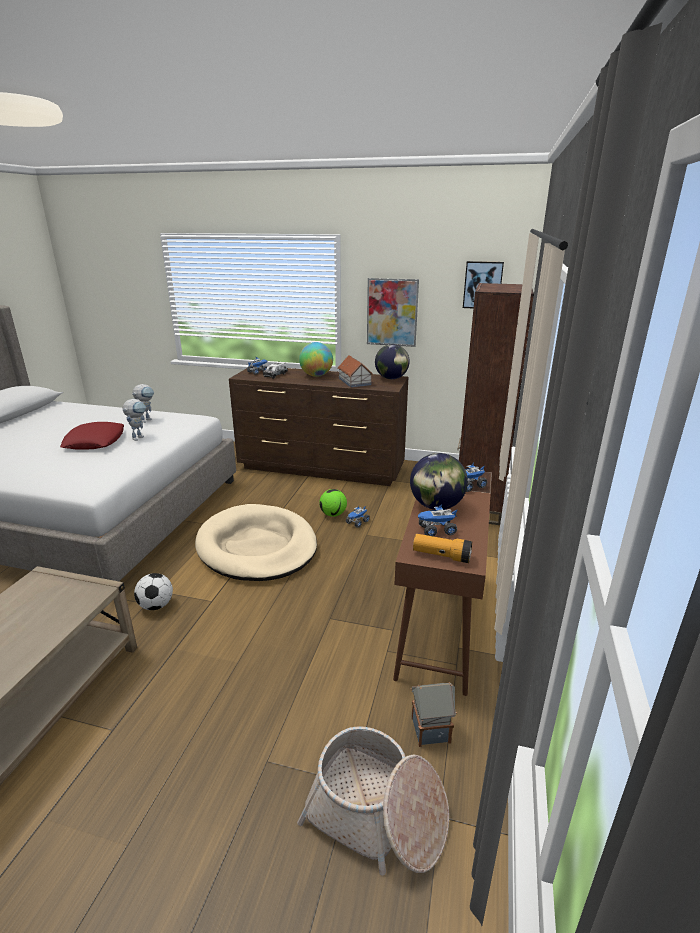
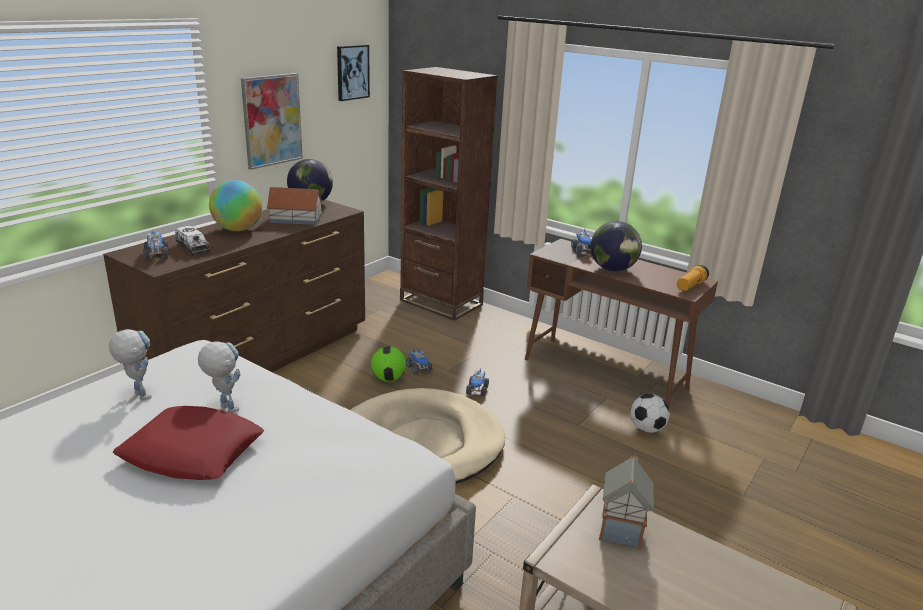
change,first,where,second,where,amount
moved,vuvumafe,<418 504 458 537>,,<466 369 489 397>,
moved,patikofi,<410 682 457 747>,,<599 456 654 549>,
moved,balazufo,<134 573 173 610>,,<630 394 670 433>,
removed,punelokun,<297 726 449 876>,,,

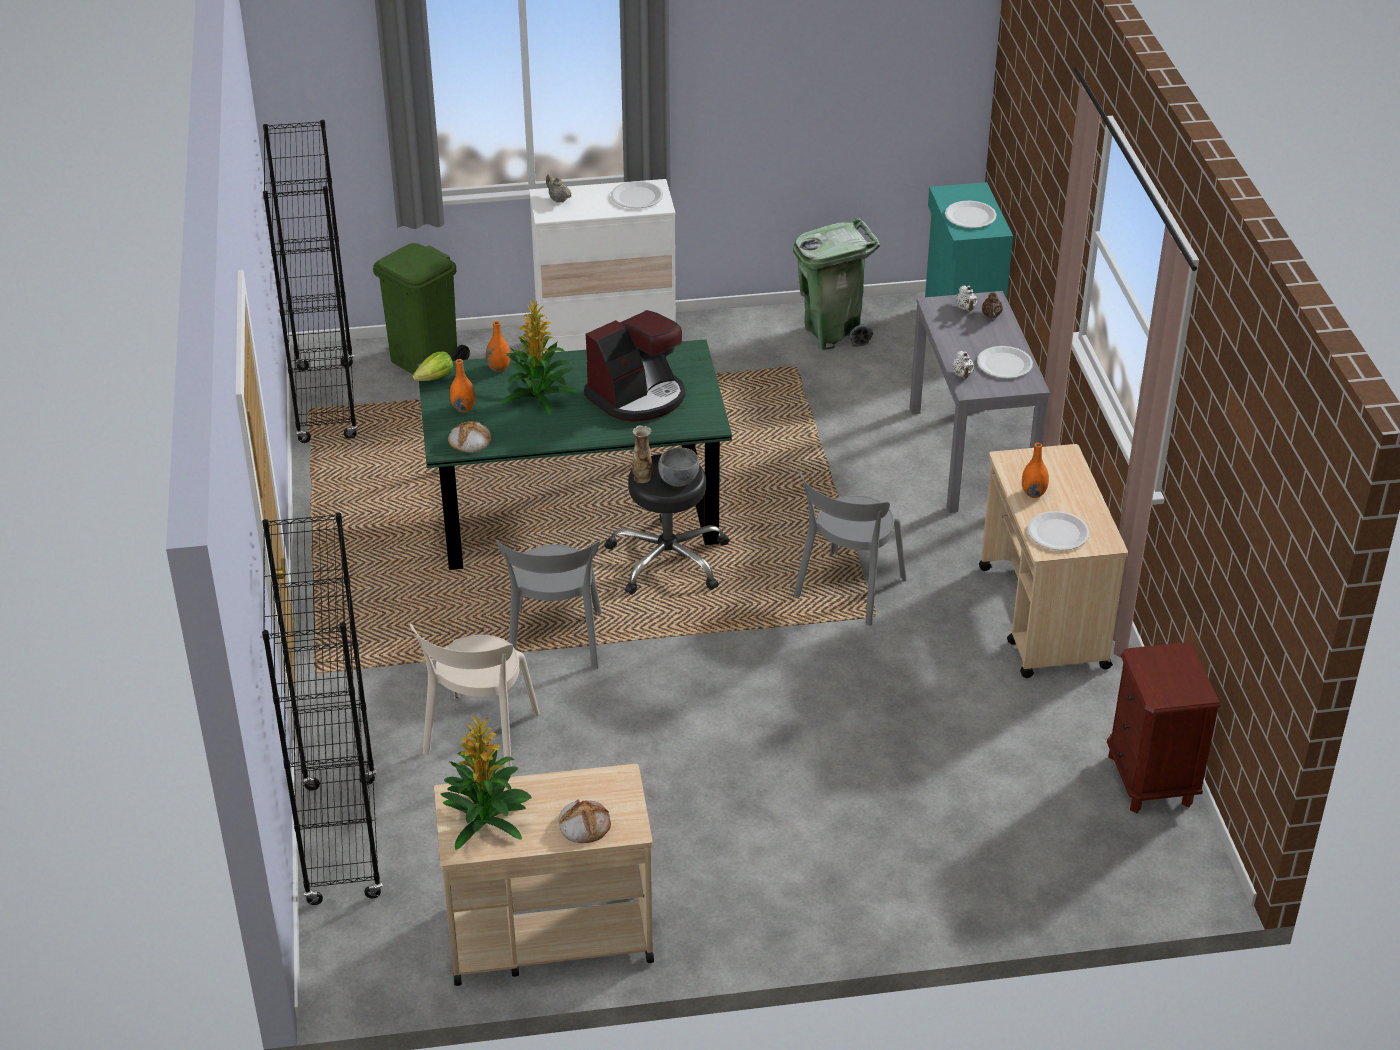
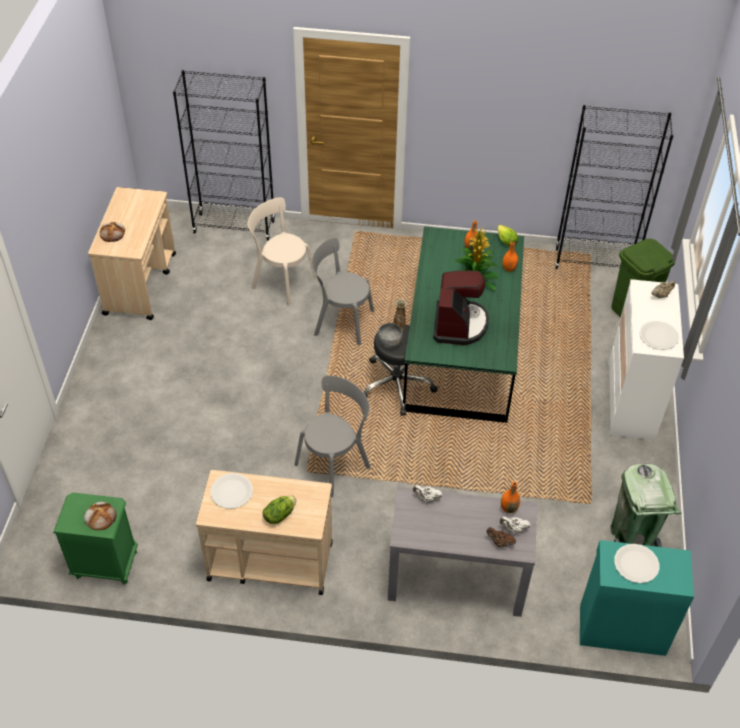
change,first,where,second,where,amount
recoloured,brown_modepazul,<1107 642 1220 813>,green_modepazul,<53 492 138 585>,
moved,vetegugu,<448 421 491 453>,,<84 502 117 530>,
added,,,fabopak,<262 495 296 524>,
turned,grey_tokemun,<794 471 907 626>,,<295 375 371 498>,90 degrees clockwise
turned,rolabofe,<584 310 686 422>,,<433 271 489 345>,150 degrees counterclockwise
moved,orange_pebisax,<1022 443 1049 498>,,<501 482 520 513>,
removed,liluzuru,<440 715 532 850>,,,
removed,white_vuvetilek,<977 346 1033 378>,,,

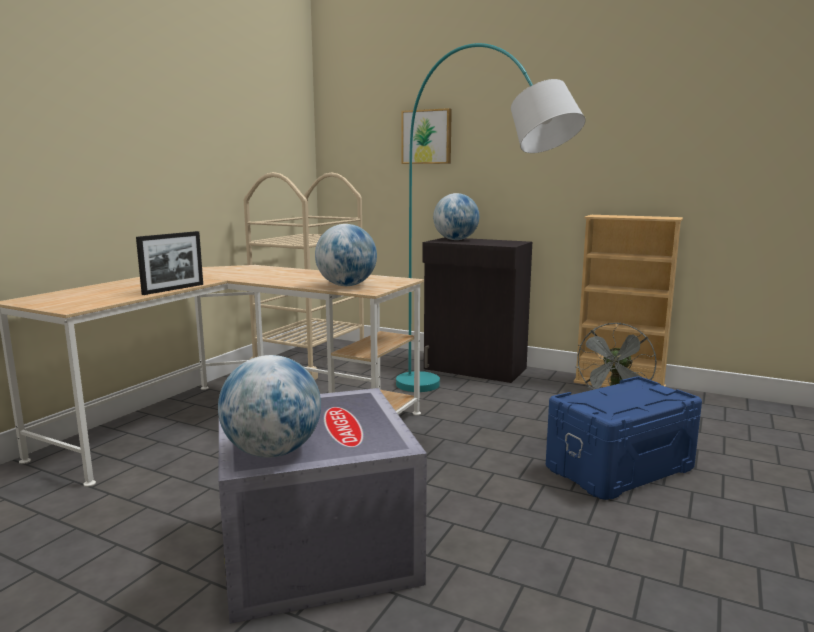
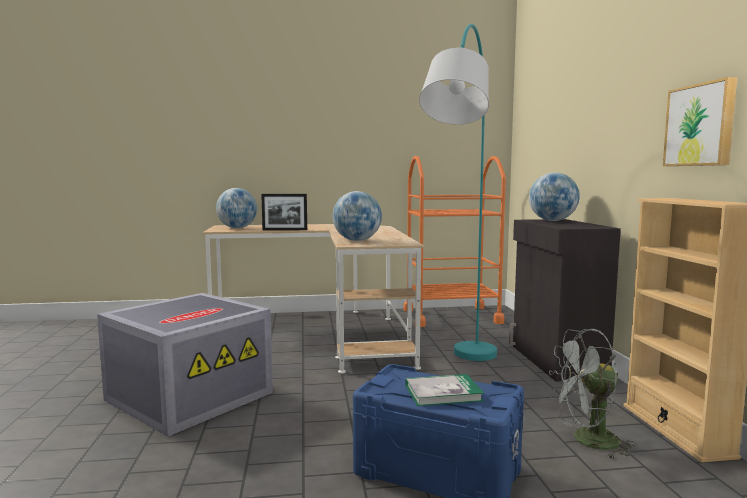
change,first,where,second,where,amount
moved,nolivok,<218 355 321 458>,,<216 188 257 228>,
recoloured,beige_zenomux,<244 172 364 380>,orange_zenomux,<404 156 506 327>,
added,,,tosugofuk,<405 374 484 406>,
moved,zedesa,<402 108 452 164>,,<663 77 737 166>,

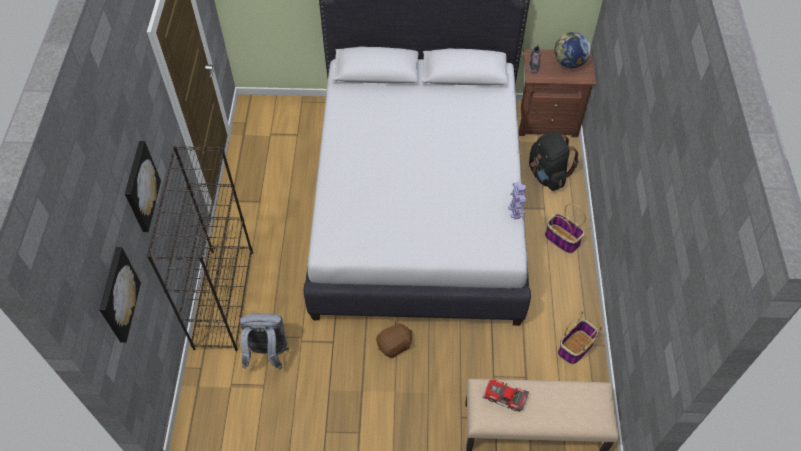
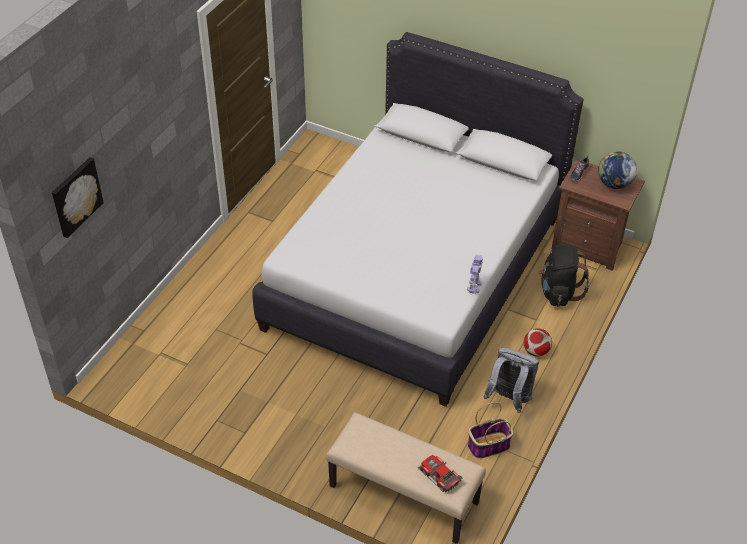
change,first,where,second,where,amount
moved,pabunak,<482 380 529 412>,,<418 455 463 492>,
moved,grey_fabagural,<240 313 289 370>,,<484 348 539 413>,
replaced,punelokun,<545 203 586 253>,balazufo,<524 328 552 357>,
removed,zedesa,<125 141 161 232>,,,
removed,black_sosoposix,<147 146 253 351>,,,
removed,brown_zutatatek,<376 320 412 358>,,,

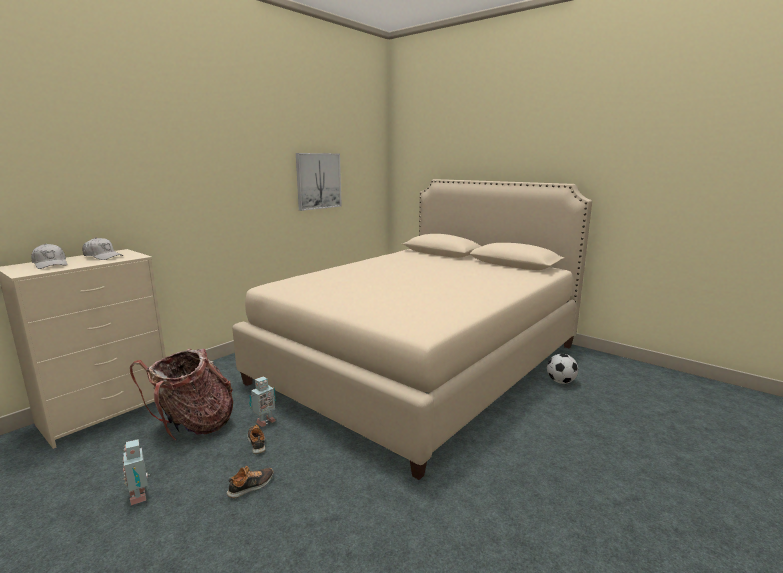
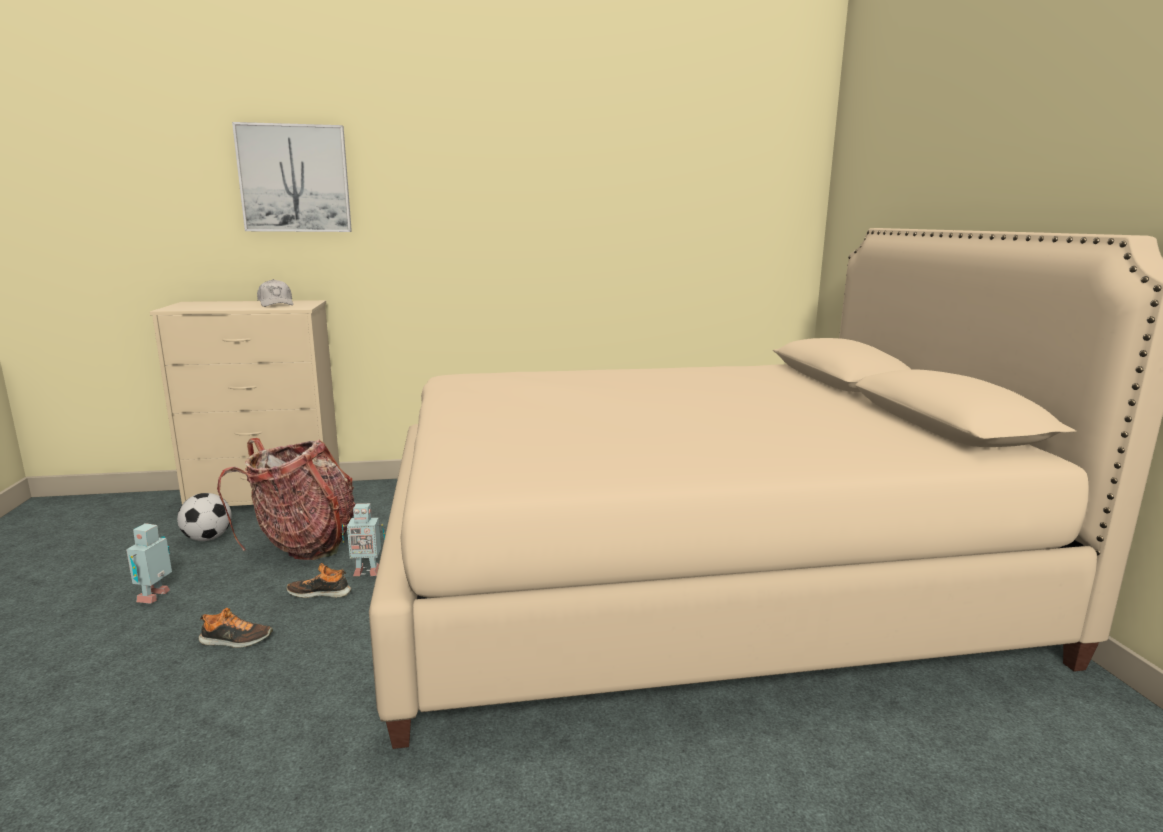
change,first,where,second,where,amount
moved,balazufo,<547 354 578 384>,,<177 493 232 541>,
moved,zedesa,<296 153 342 211>,,<232 122 352 232>,
turned,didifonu,<247 425 266 454>,,<286 563 351 598>,105 degrees counterclockwise
removed,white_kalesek,<31 244 68 269>,,,

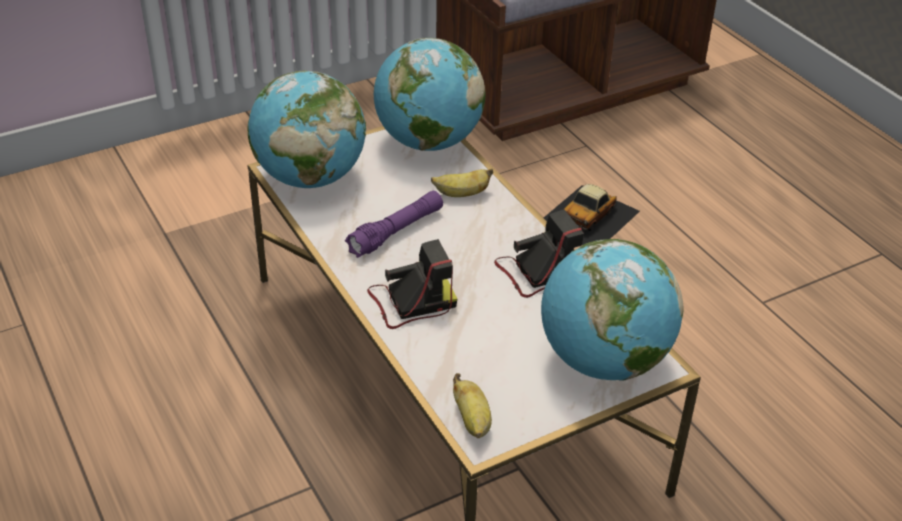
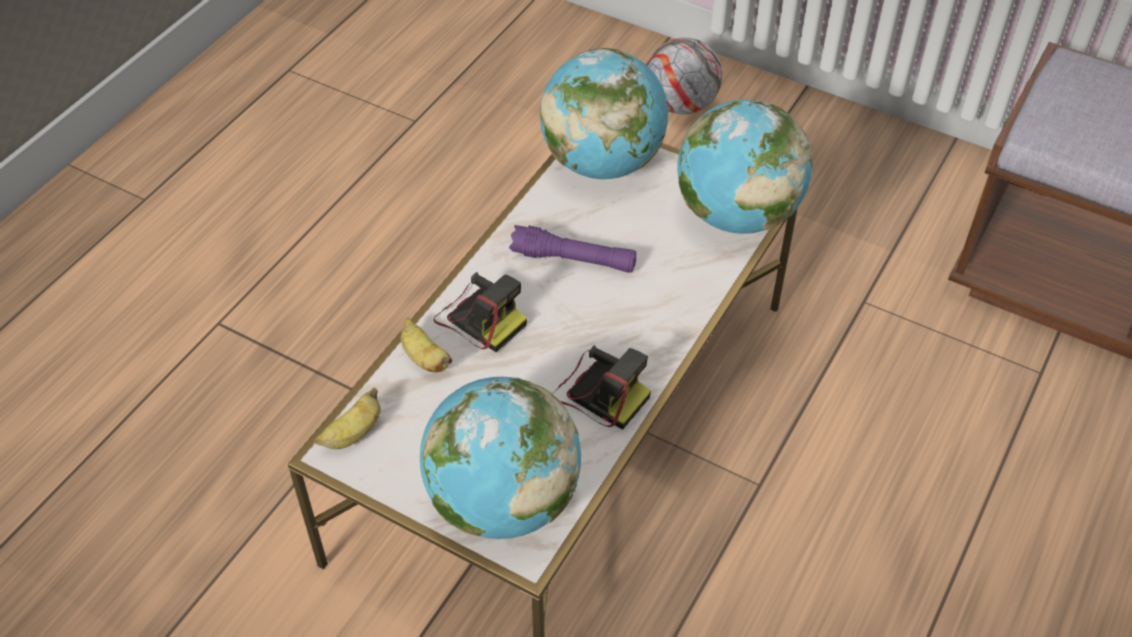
change,first,where,second,where,amount
moved,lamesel,<431 168 493 197>,,<401 318 452 372>,
added,,,balazufo,<648 37 722 115>,
removed,pabunak,<544 184 640 245>,,,

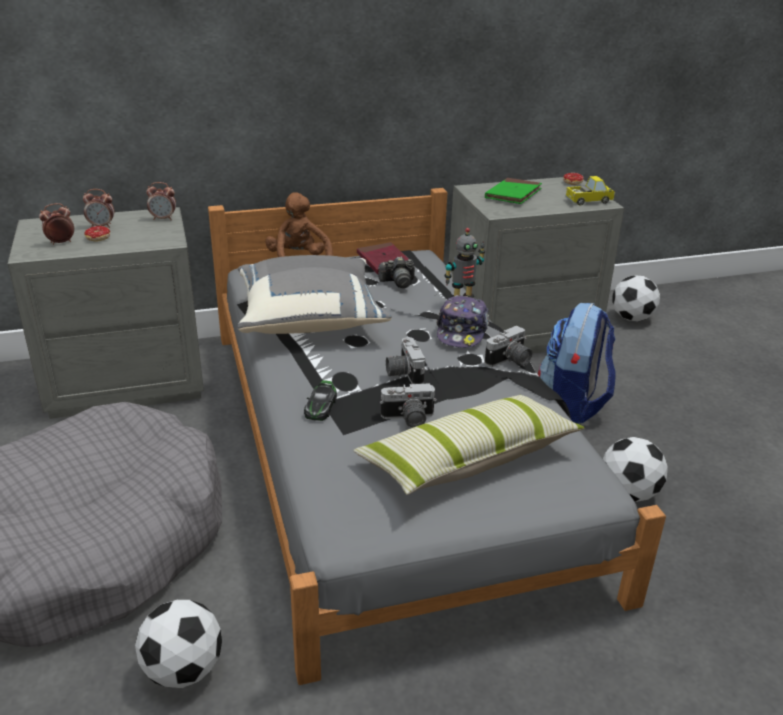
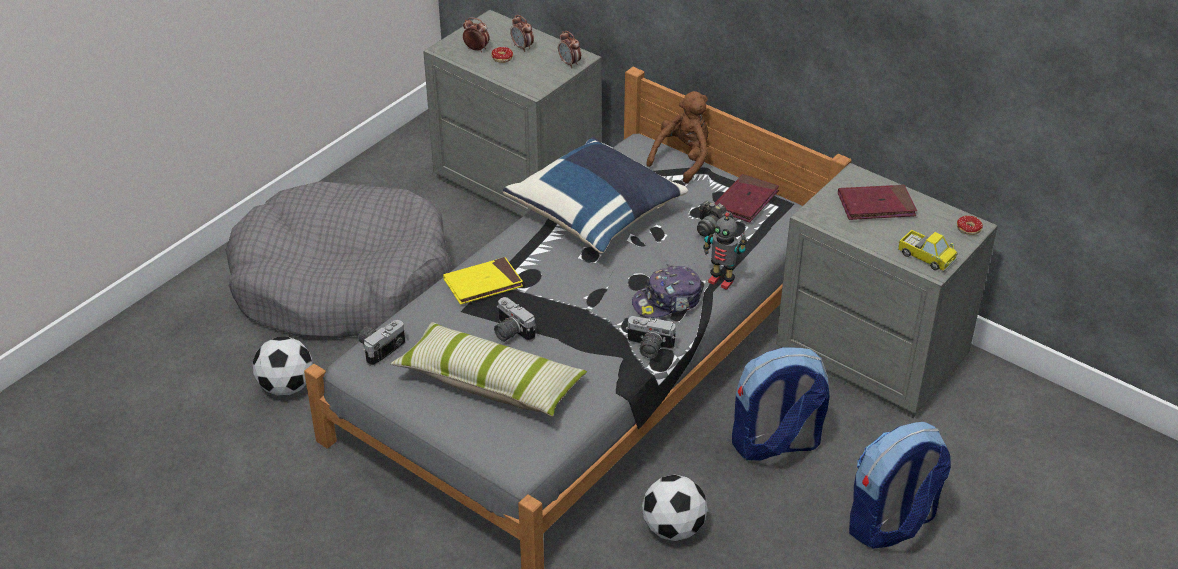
change,first,where,second,where,amount
moved,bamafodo,<386 337 425 384>,,<358 320 405 366>,
replaced,pabunak,<304 380 337 421>,yellow_tosugofuk,<443 257 523 305>,
recoloured,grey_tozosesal,<238 255 392 334>,blue_tozosesal,<503 137 688 253>,
recoloured,green_tosugofuk,<485 178 542 204>,red_tosugofuk,<838 185 917 220>,
added,,,fabagural,<849 422 951 549>,
removed,balazufo,<612 275 660 321>,,,

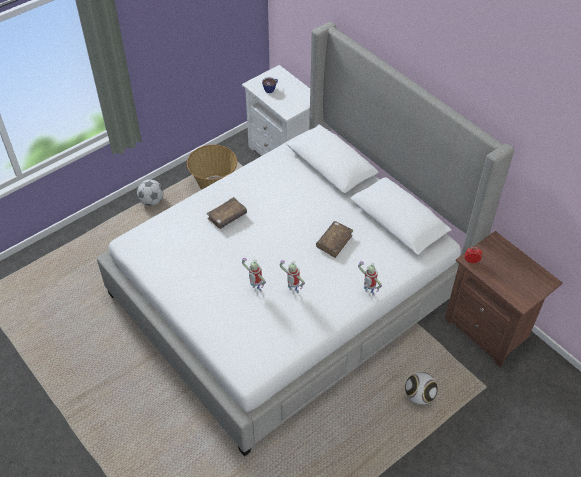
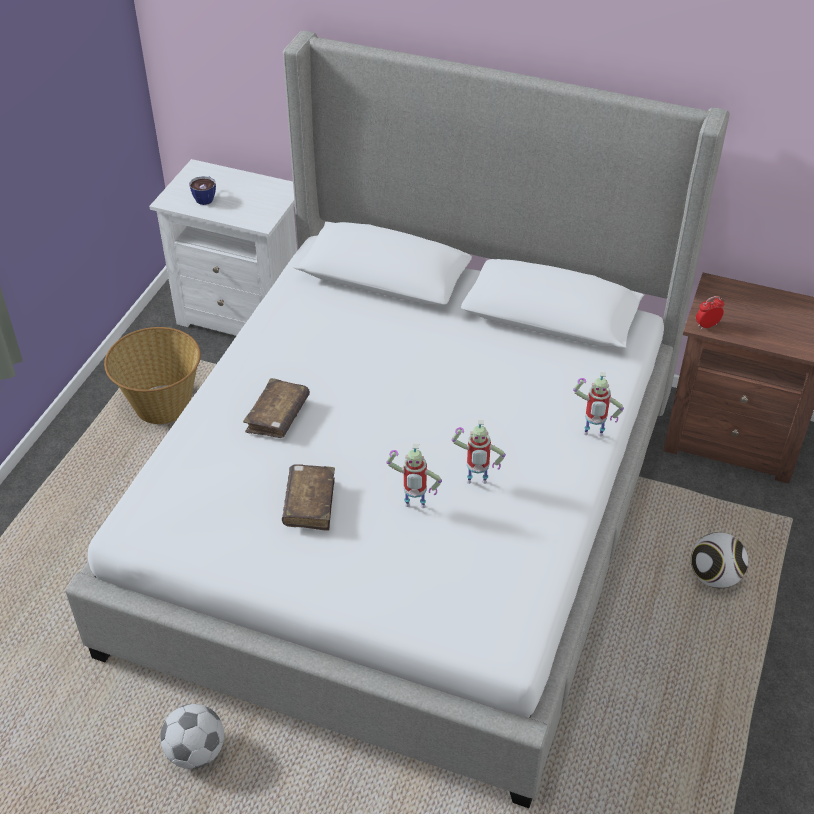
change,first,where,second,where,amount
moved,balazufo,<137 180 164 206>,,<160 704 224 769>,
moved,brown_tosugofuk,<316 221 354 258>,,<282 464 335 531>,

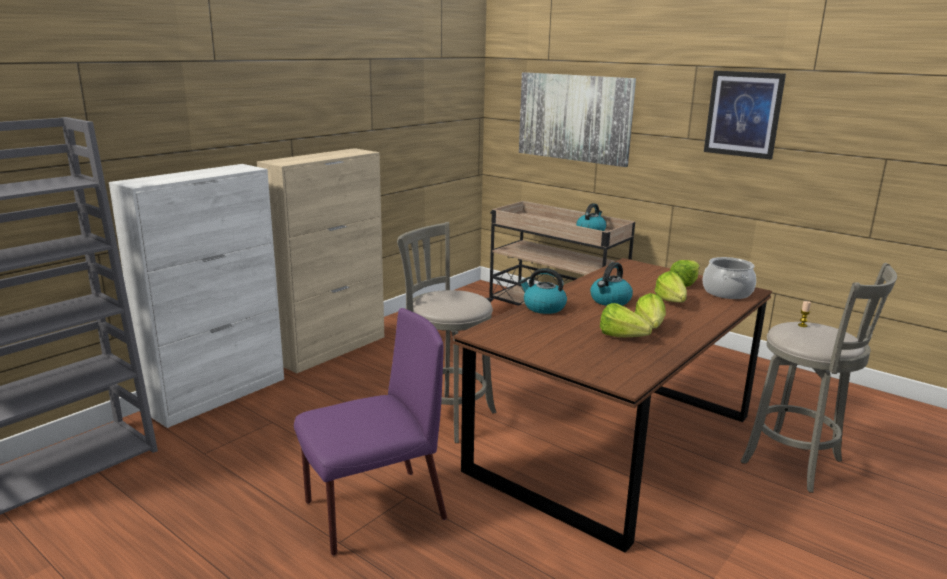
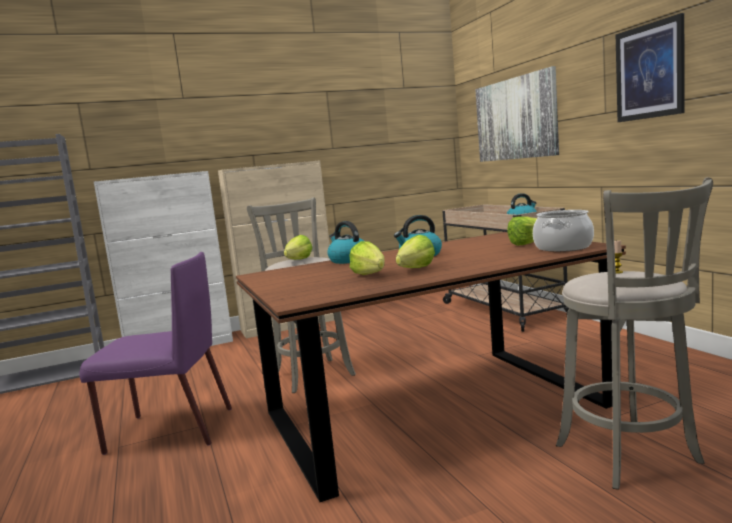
change,first,where,second,where,amount
moved,fabopak,<654 271 687 302>,,<284 235 312 260>,

